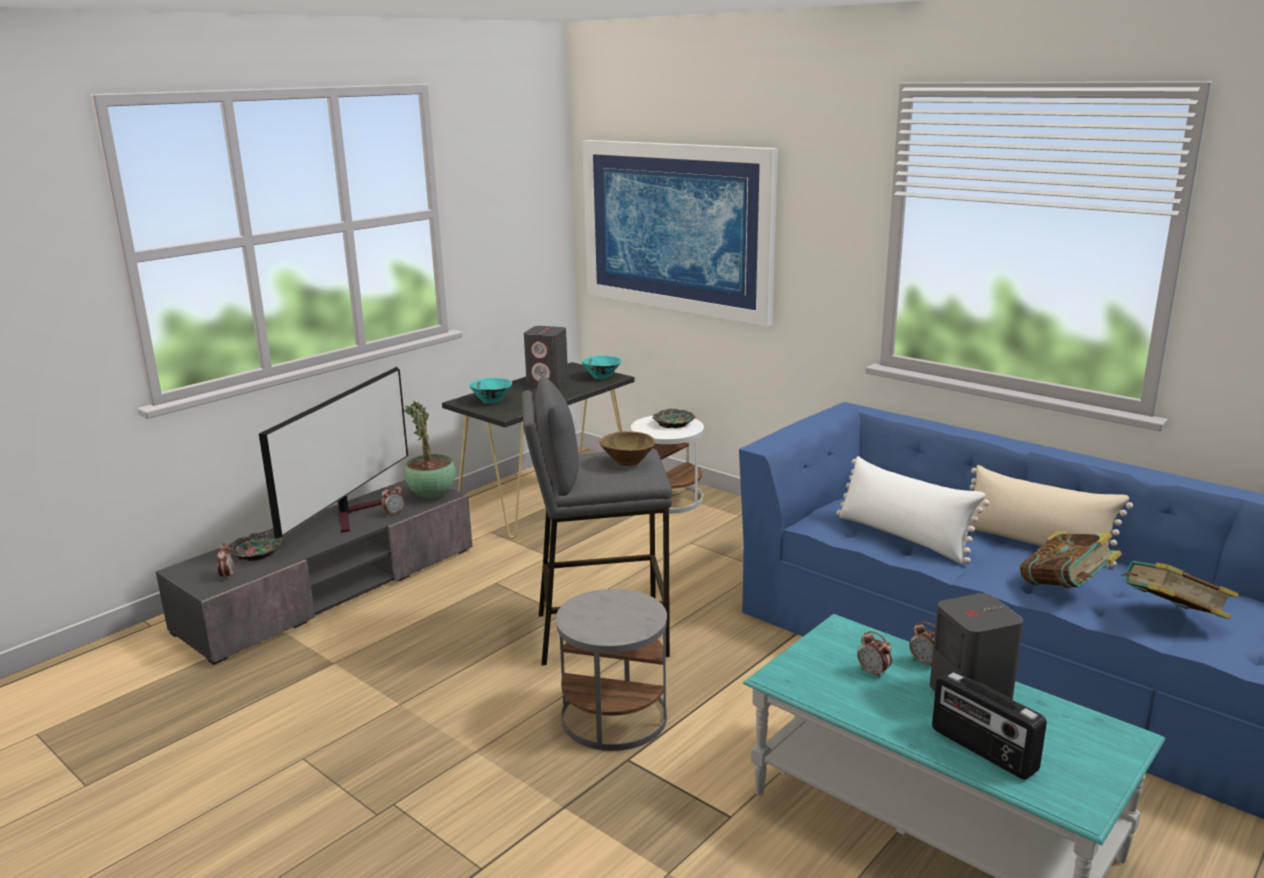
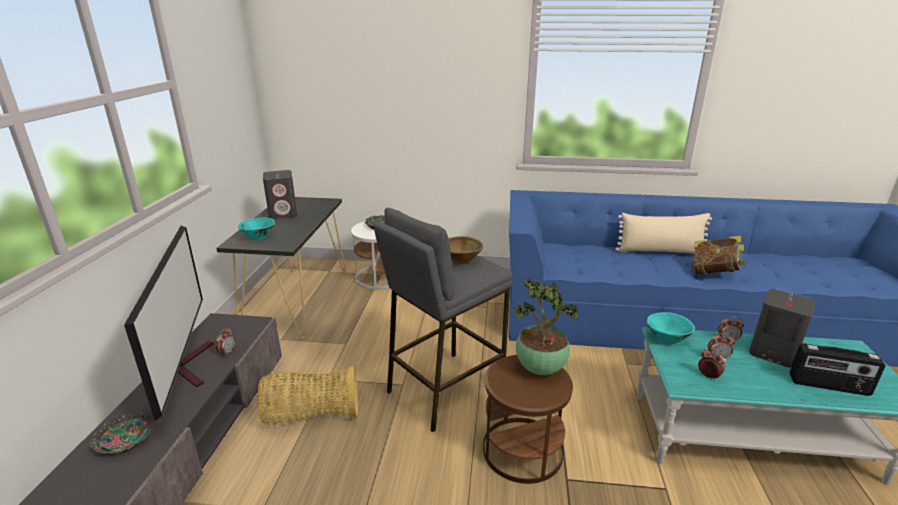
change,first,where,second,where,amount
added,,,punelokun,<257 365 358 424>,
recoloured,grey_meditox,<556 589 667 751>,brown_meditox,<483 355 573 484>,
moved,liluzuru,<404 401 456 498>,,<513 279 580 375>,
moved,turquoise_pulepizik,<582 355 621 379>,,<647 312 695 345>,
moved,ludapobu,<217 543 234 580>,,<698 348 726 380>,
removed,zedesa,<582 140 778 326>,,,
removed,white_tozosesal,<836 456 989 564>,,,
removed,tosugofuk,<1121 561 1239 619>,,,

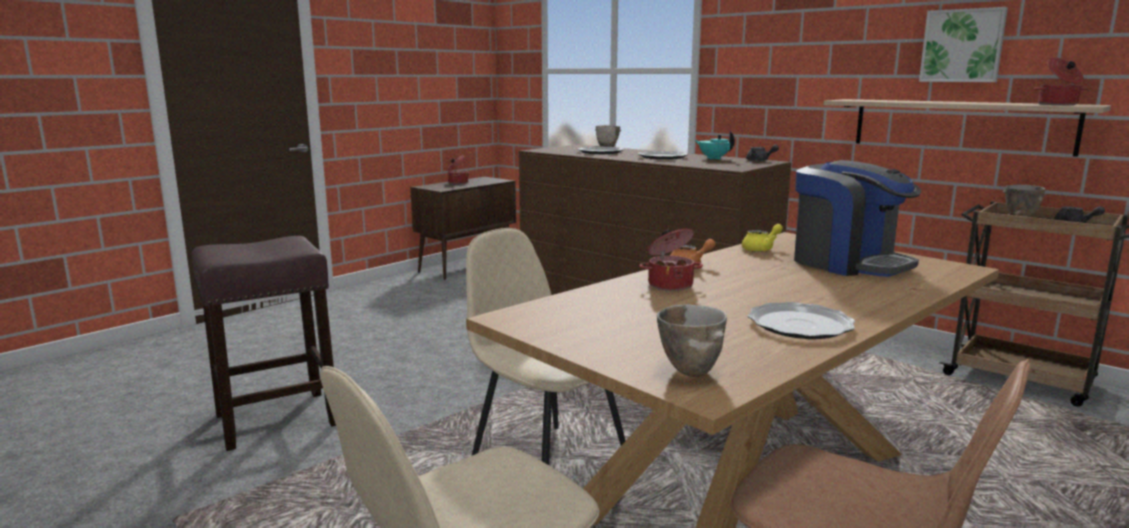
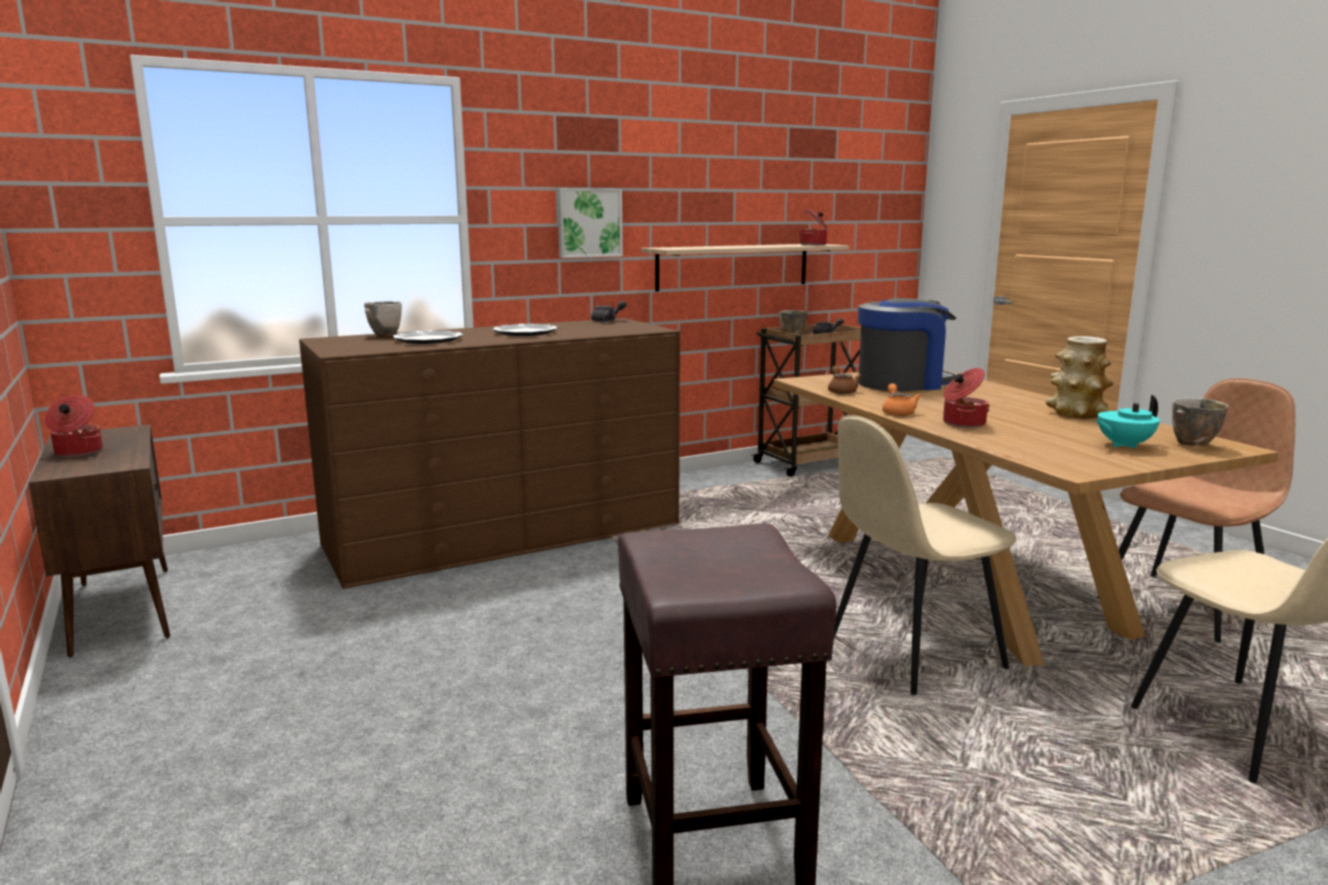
change,first,where,second,where,amount
moved,zedesa,<919 7 1008 82>,,<557 188 623 258>,
recoloured,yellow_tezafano,<742 224 783 252>,brown_tezafano,<828 366 862 394>,
replaced,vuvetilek,<748 302 855 339>,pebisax,<1046 336 1113 418>,
moved,turquoise_tezafano,<695 131 735 159>,,<1096 395 1160 449>,

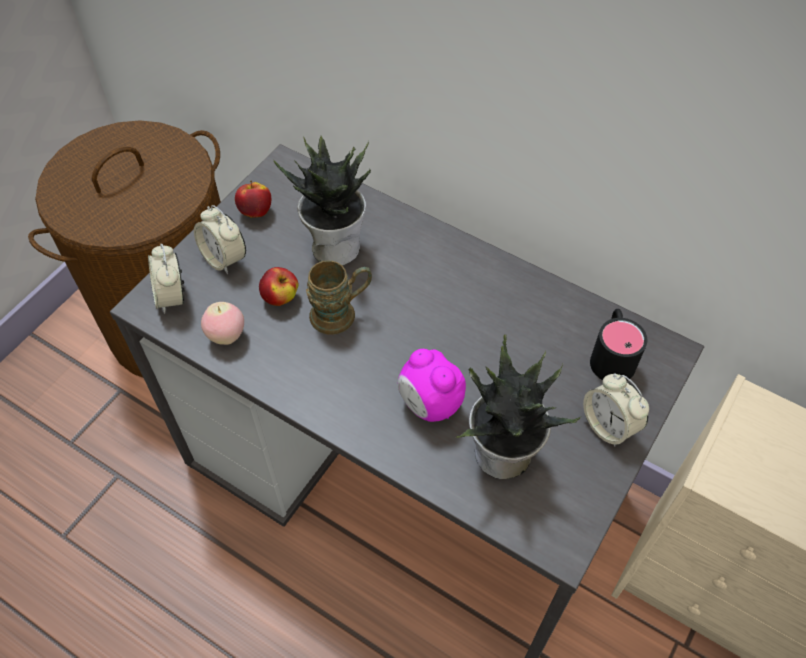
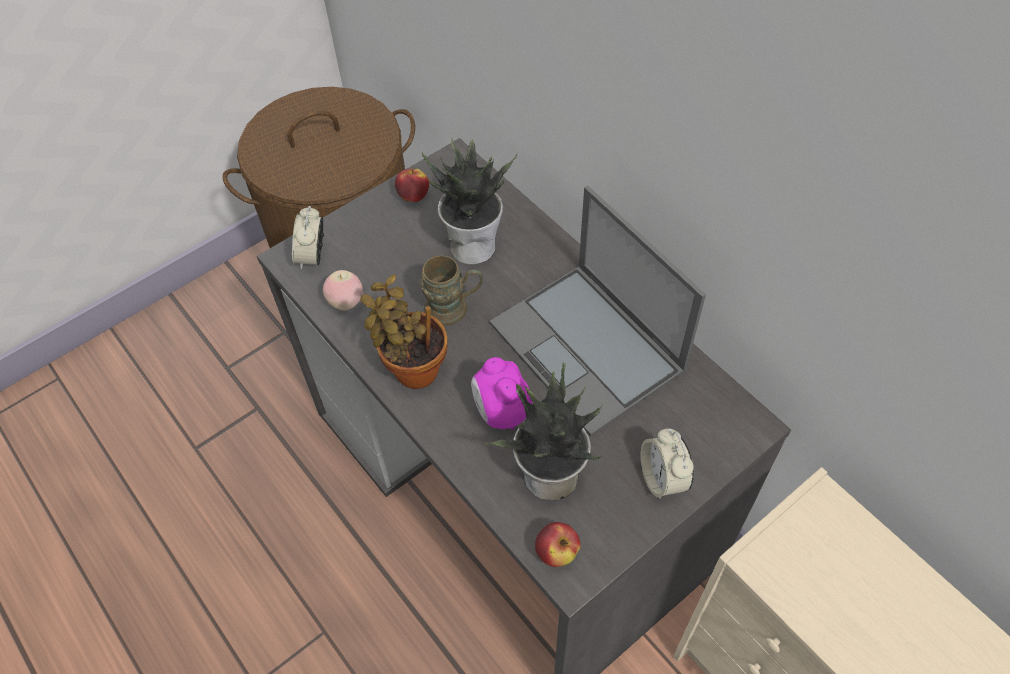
change,first,where,second,where,amount
added,,,liluzuru,<360 274 448 389>,
added,,,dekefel,<489 186 706 436>,
moved,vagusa,<259 267 299 306>,,<535 522 581 567>,
removed,ludapobu,<194 205 246 274>,,,
removed,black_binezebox,<590 309 647 381>,,,

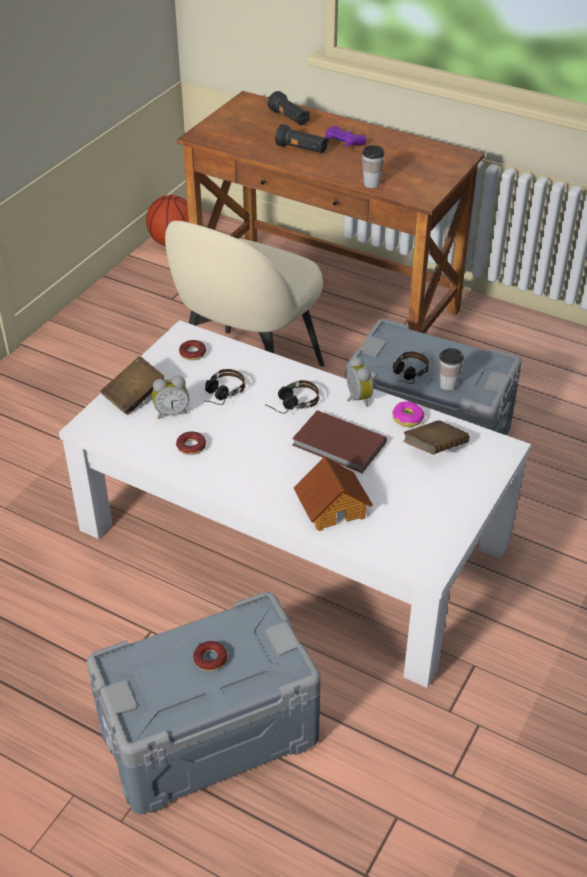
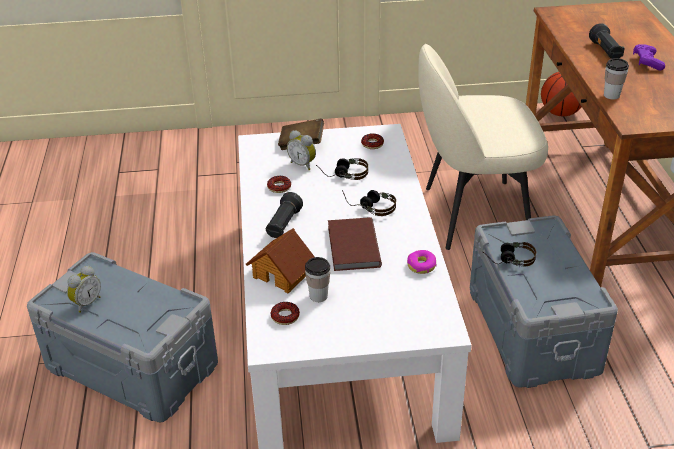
change,first,where,second,where,amount
moved,ludapobu,<346 356 373 407>,,<67 266 101 313>,
moved,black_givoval,<268 91 310 126>,,<266 192 303 238>,
moved,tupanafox,<193 641 228 671>,,<271 302 300 325>,
moved,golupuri,<439 348 464 391>,,<305 257 330 302>,
removed,brown_tosugofuk,<403 420 470 454>,,,

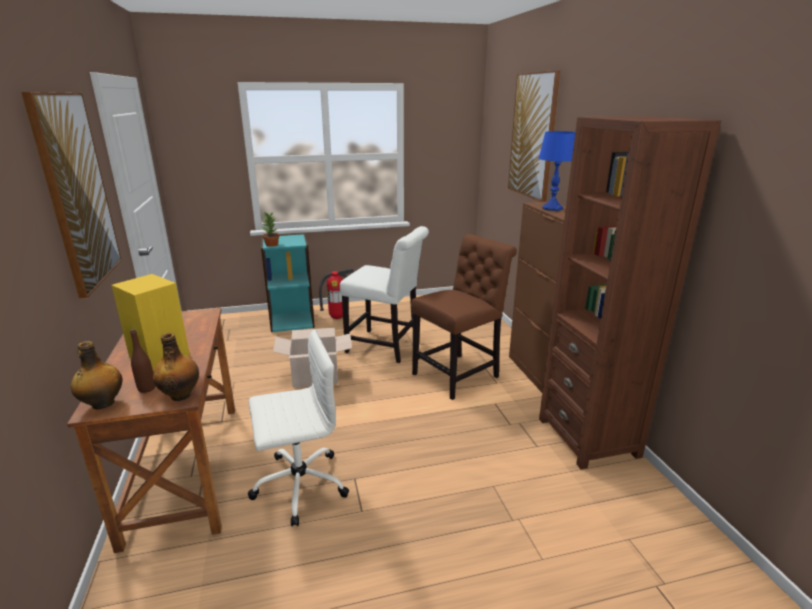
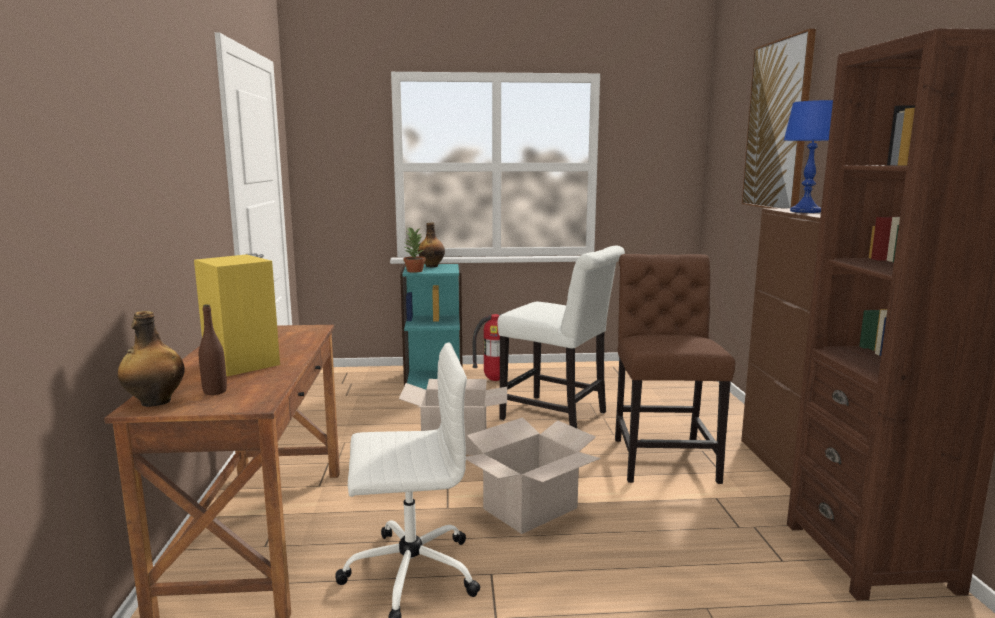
change,first,where,second,where,amount
moved,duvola,<153 333 199 401>,,<418 223 445 267>,
added,,,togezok,<466 417 601 534>,
turned,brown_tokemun,<411 234 517 400>,,<615 254 735 484>,60 degrees counterclockwise
removed,zedesa,<21 92 122 299>,,,

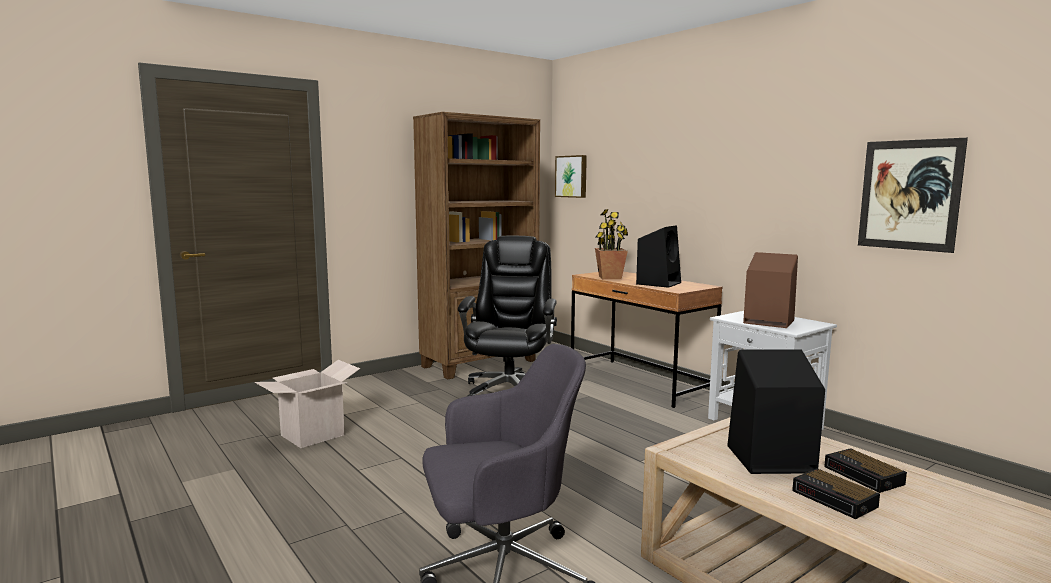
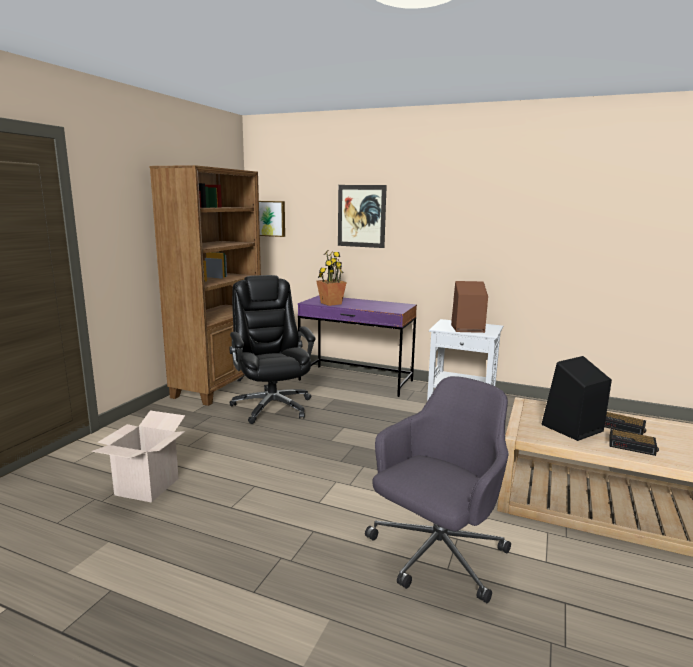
change,first,where,second,where,amount
recoloured,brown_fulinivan,<571 271 723 408>,purple_fulinivan,<298 296 417 397>,
moved,zedesa,<858 138 968 253>,,<338 185 387 248>,
removed,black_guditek,<636 225 681 288>,,,

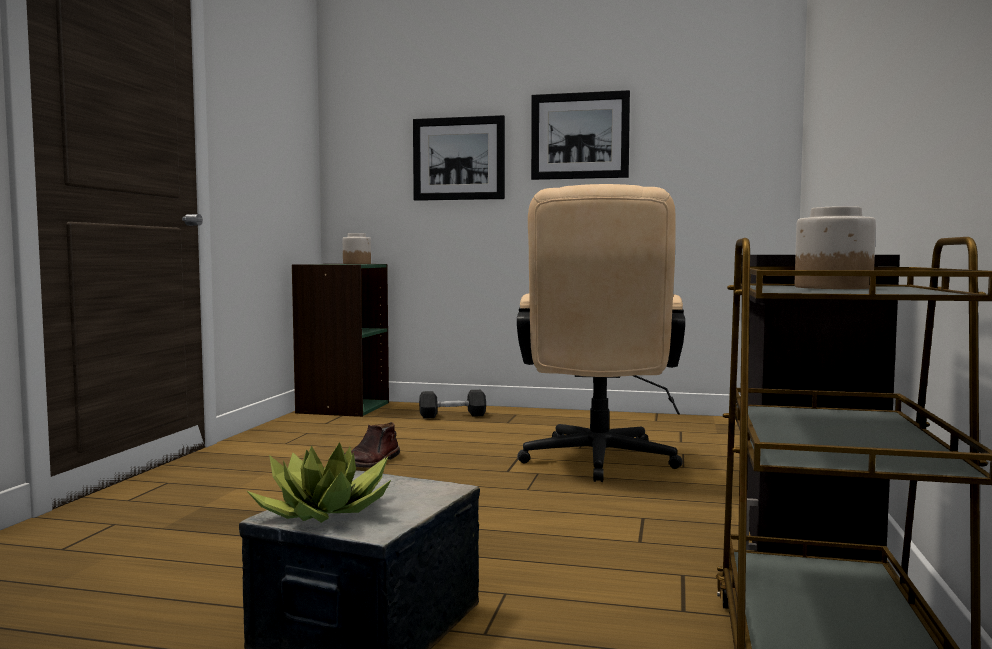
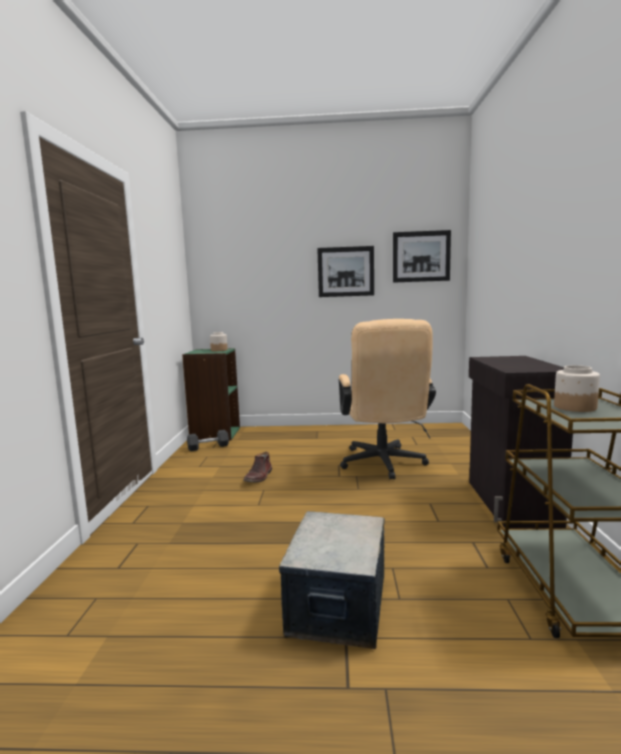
change,first,where,second,where,amount
moved,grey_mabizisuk,<419 390 486 418>,,<187 430 229 451>,
moved,zedesa,<413 115 505 201>,,<393 230 451 283>,
removed,liluzuru,<247 442 391 523>,,,

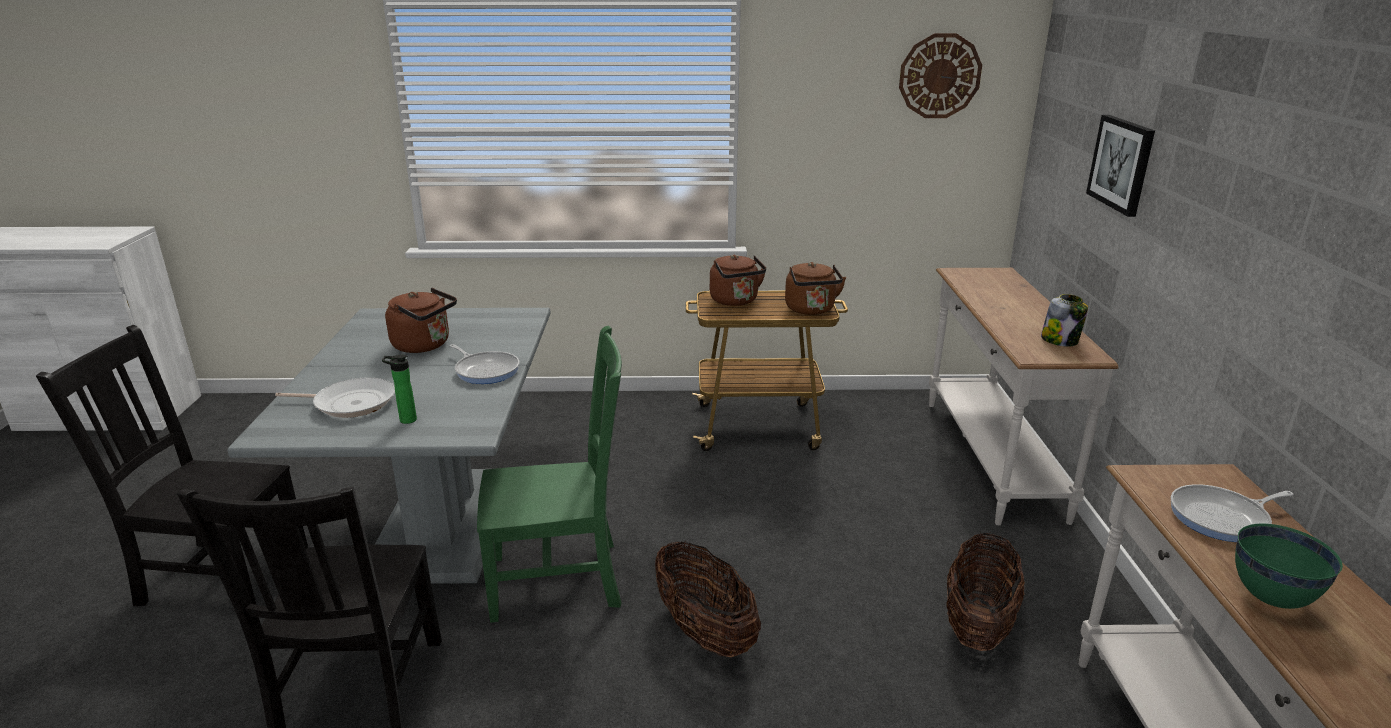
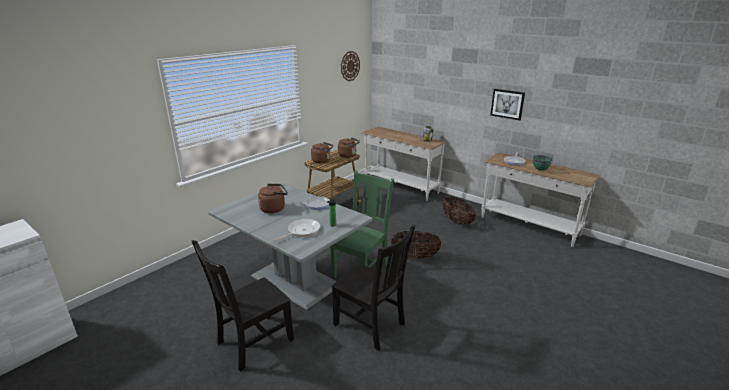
change,first,where,second,where,amount
moved,zedesa,<1086 115 1155 217>,,<490 89 525 120>,

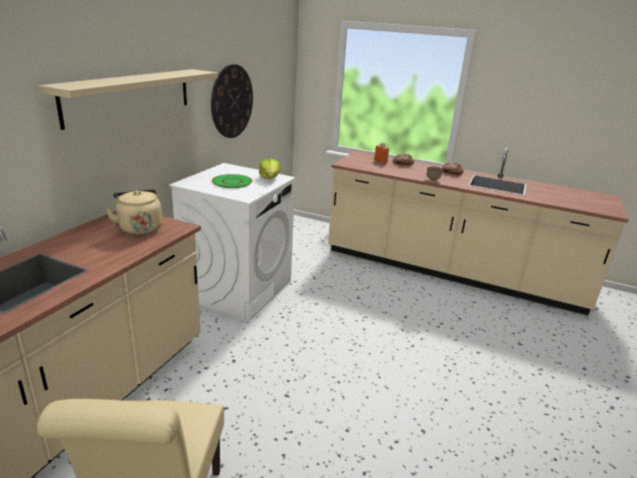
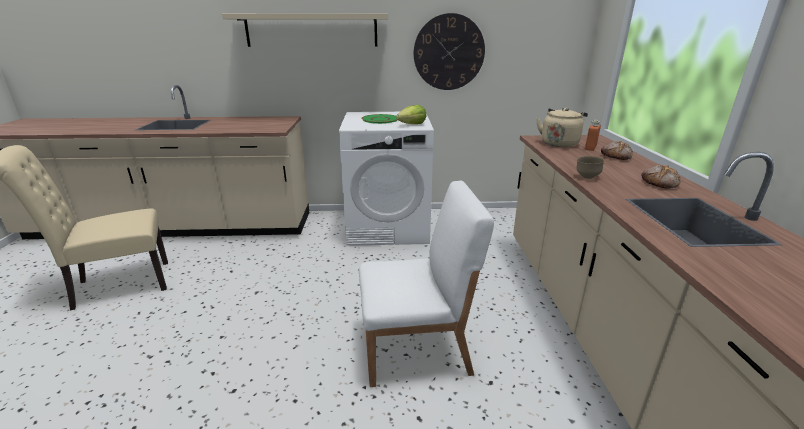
change,first,where,second,where,amount
added,,,white_tokemun,<359 181 494 387>,
moved,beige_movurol,<106 189 162 235>,,<536 108 588 147>,

